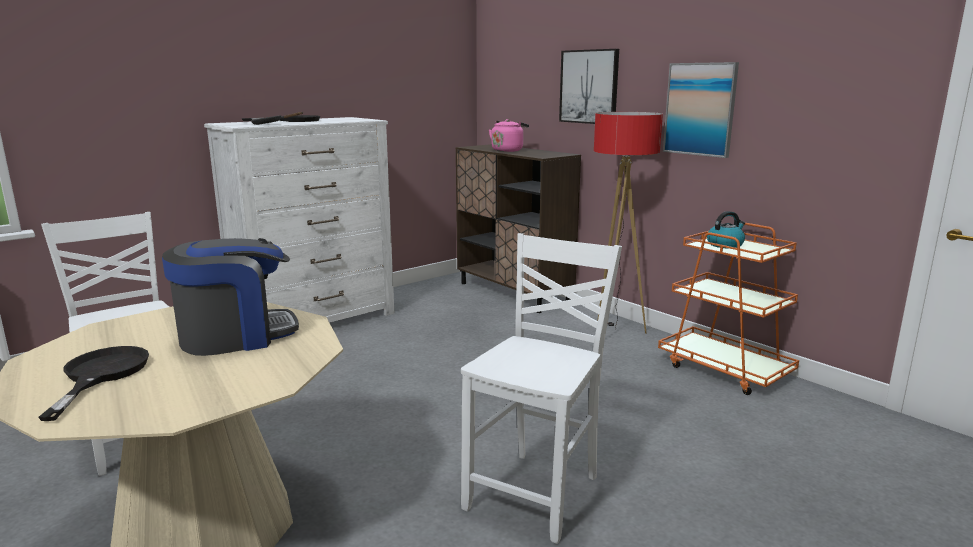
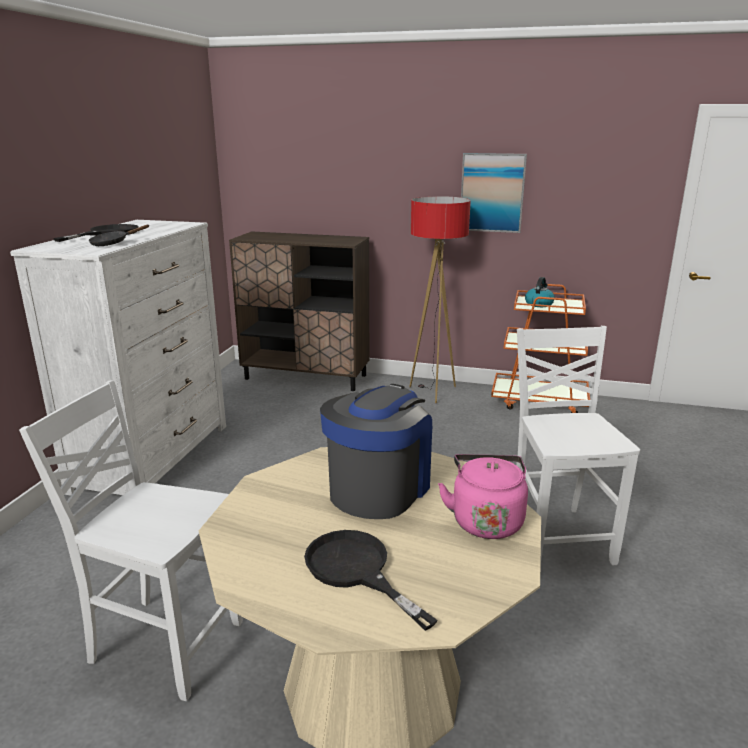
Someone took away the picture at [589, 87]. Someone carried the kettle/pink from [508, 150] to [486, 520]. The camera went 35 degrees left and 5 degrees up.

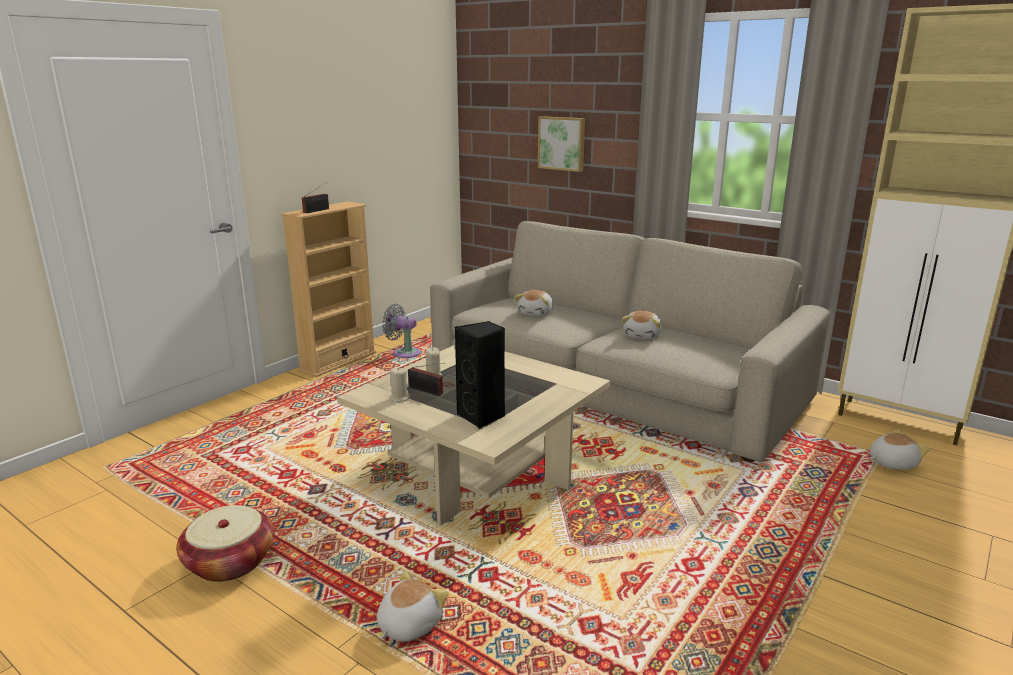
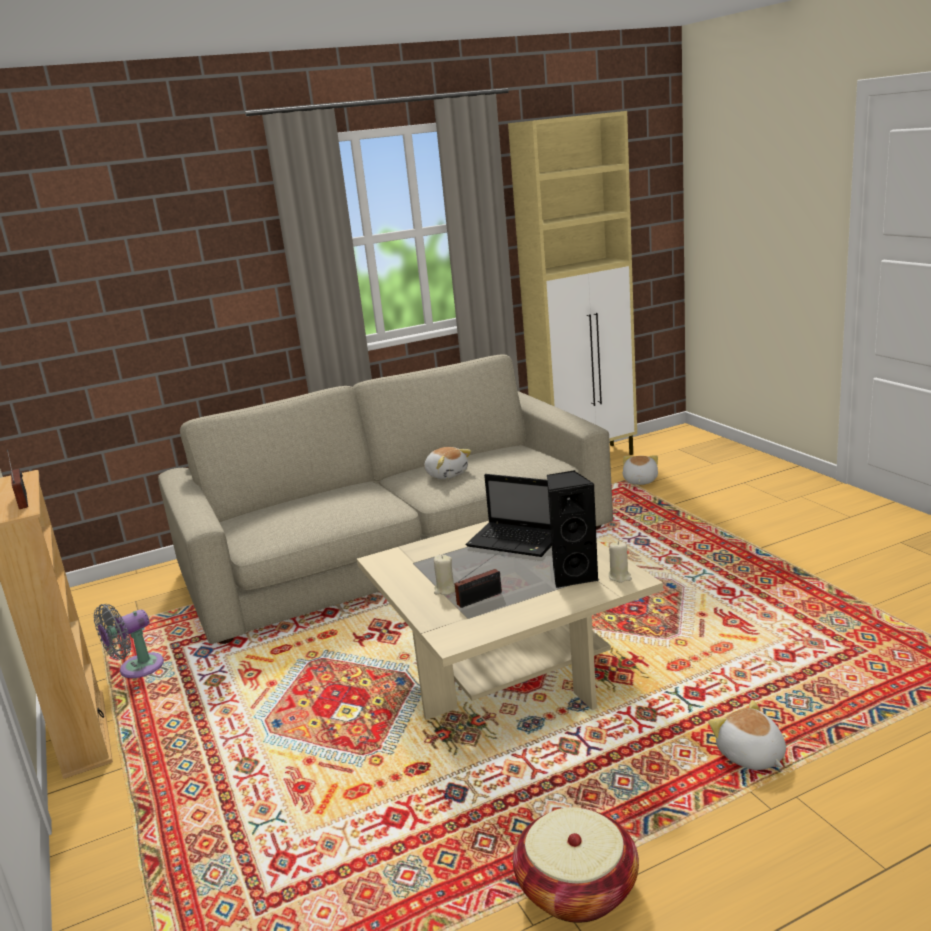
Someone took away the picture at [562, 143]. Someone took away the plush toy at [536, 313]. Someone carried the candle/beige from [399, 398] to [620, 577]. Someone put down the laptop at [516, 541]. The camera went 60 degrees left and 0 degrees up.

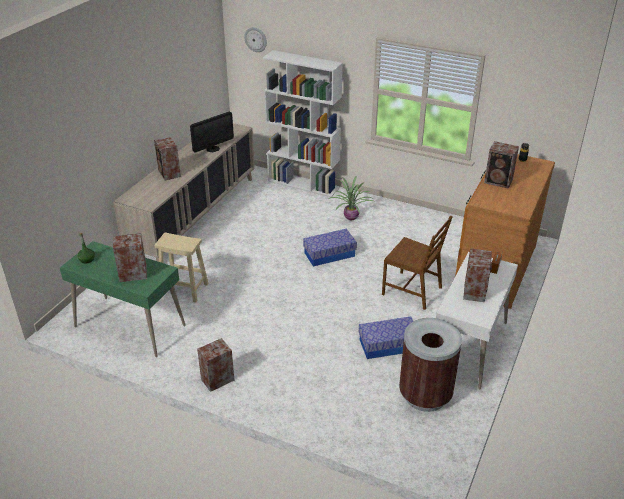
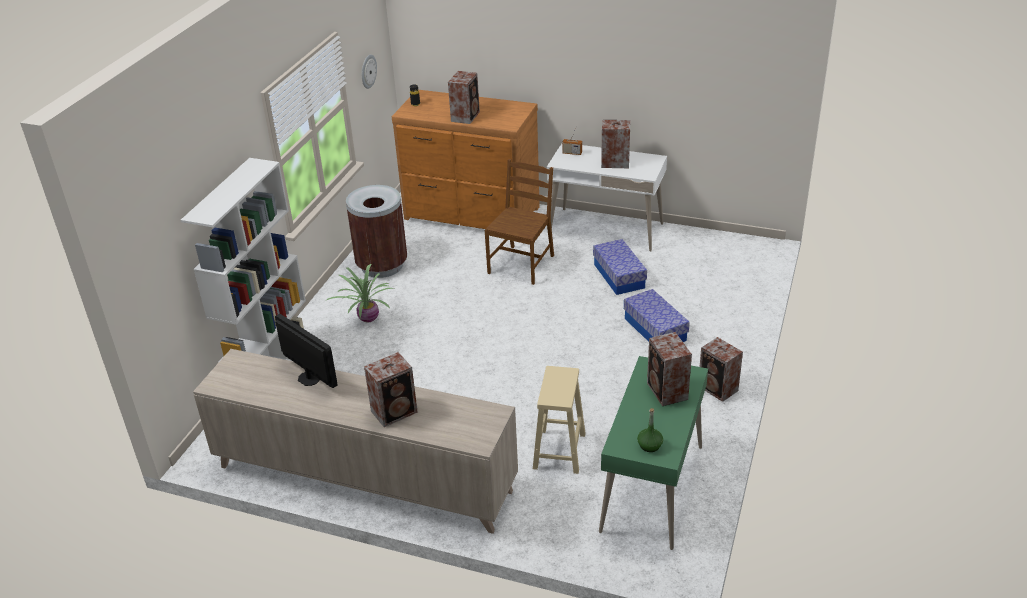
Someone carried the wall clock from [256, 39] to [368, 71]. Someone carried the storage box from [329, 254] to [655, 329]. Someone carried the trash can/brown from [425, 395] to [382, 265]. The camera went 95 degrees left and 0 degrees up.

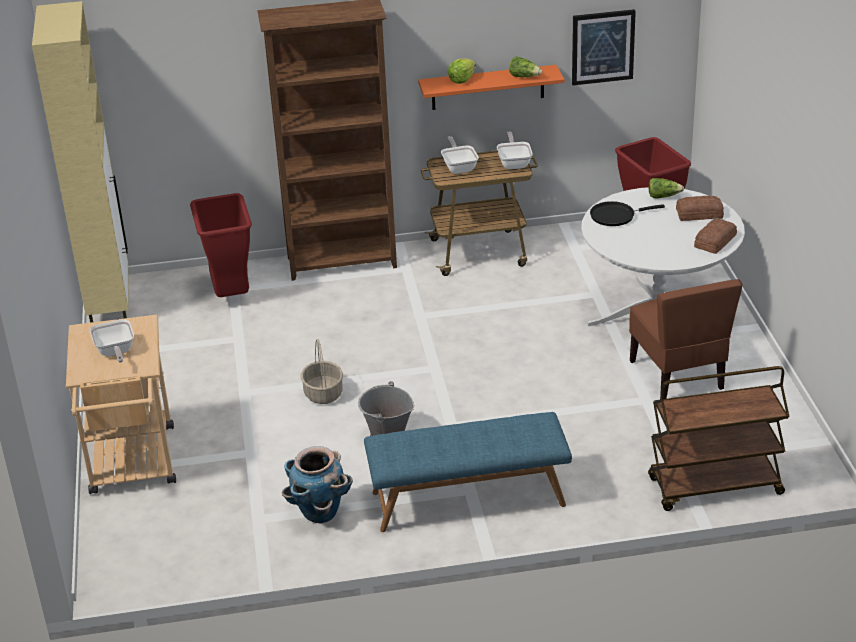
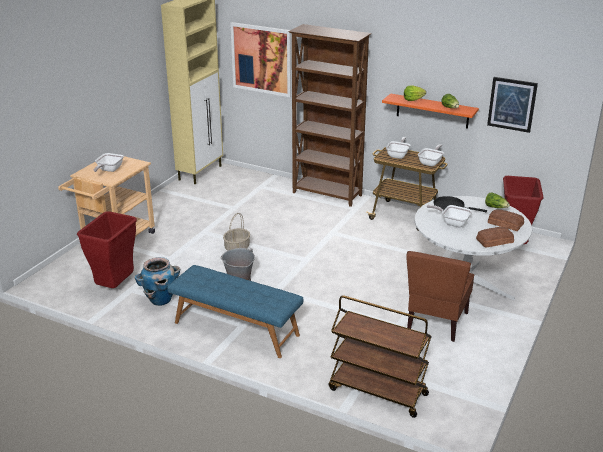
Someone carried the trash can/red from [230, 296] to [115, 286]. Someone put up the picture at [262, 59]. Someone put down the frying pan at [452, 222]. The camera went 35 degrees right and 5 degrees down.

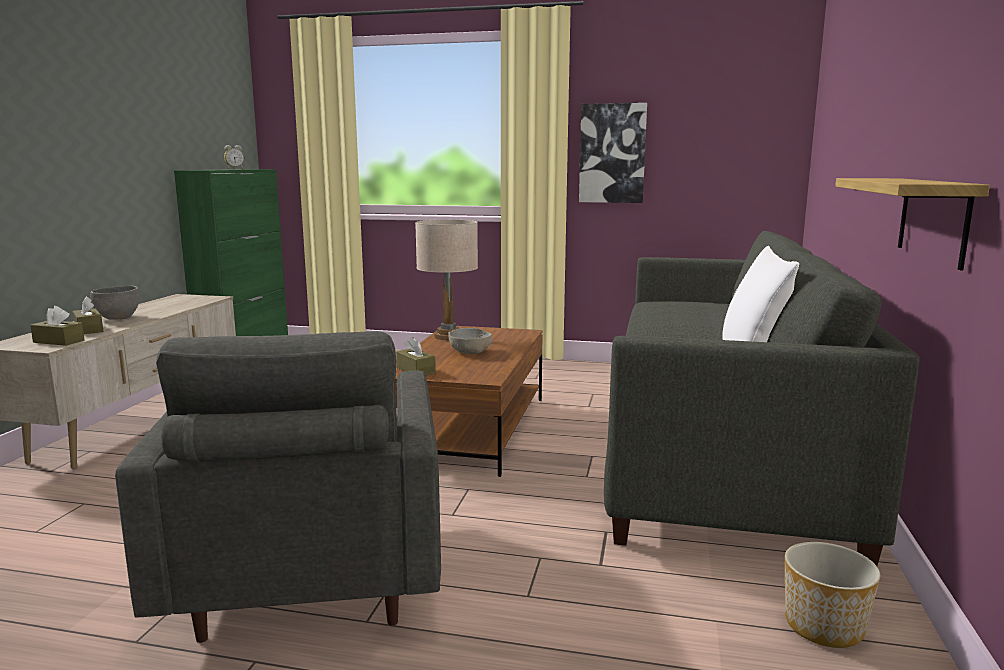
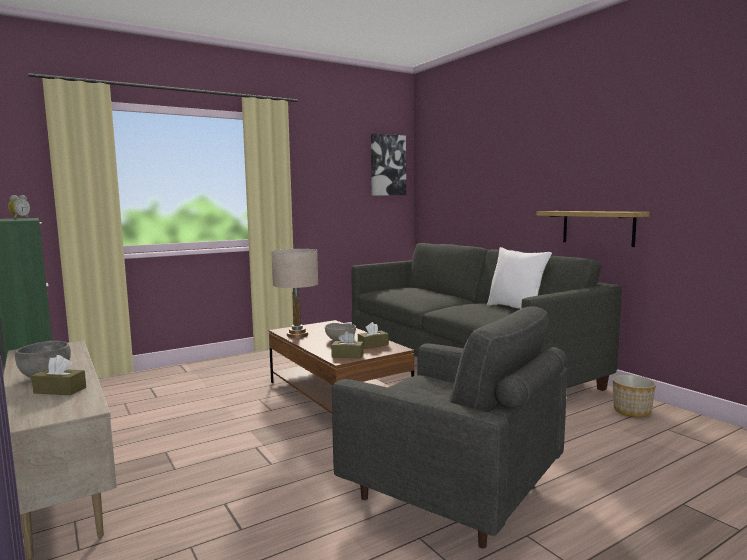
Someone carried the picture from [612, 153] to [387, 165]. Someone carried the tissue box/brown from [59, 341] to [373, 345]. The camera went 45 degrees left and 5 degrees down.

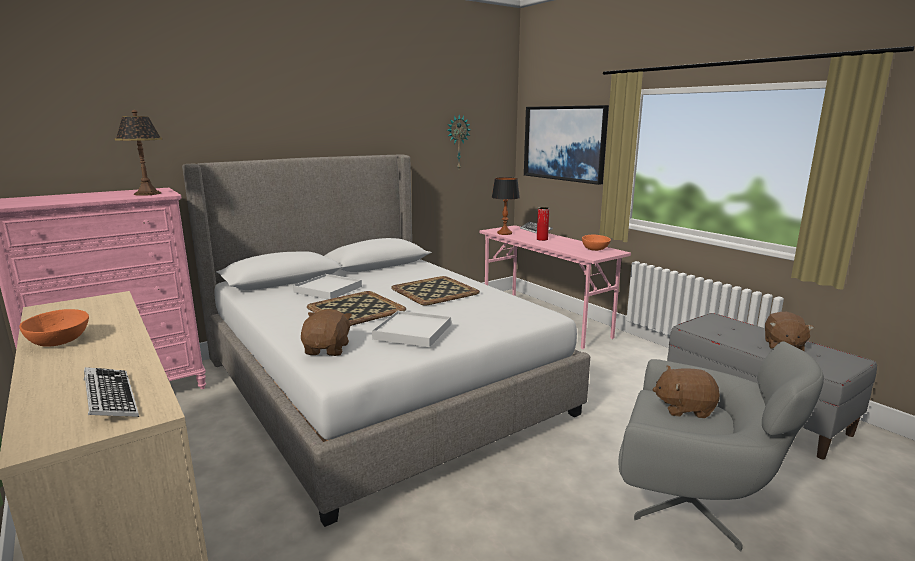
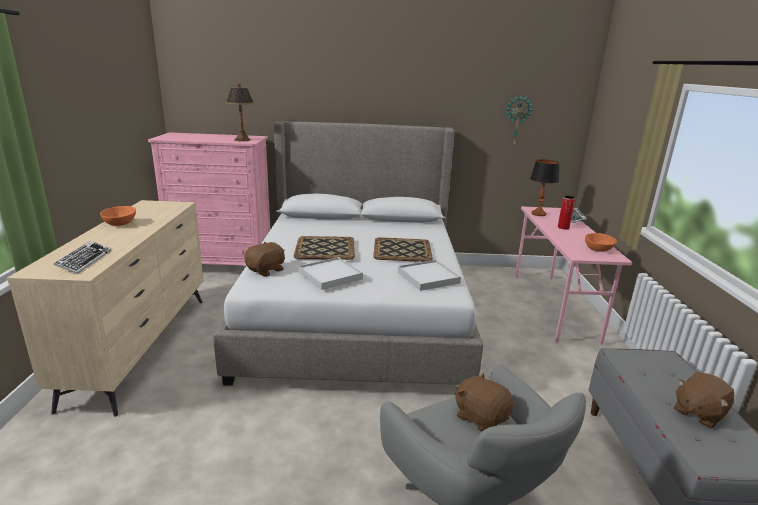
Someone took away the picture at [564, 143]. Someone carried the tray/white from [328, 289] to [428, 277]. The camera went 35 degrees right and 5 degrees up.

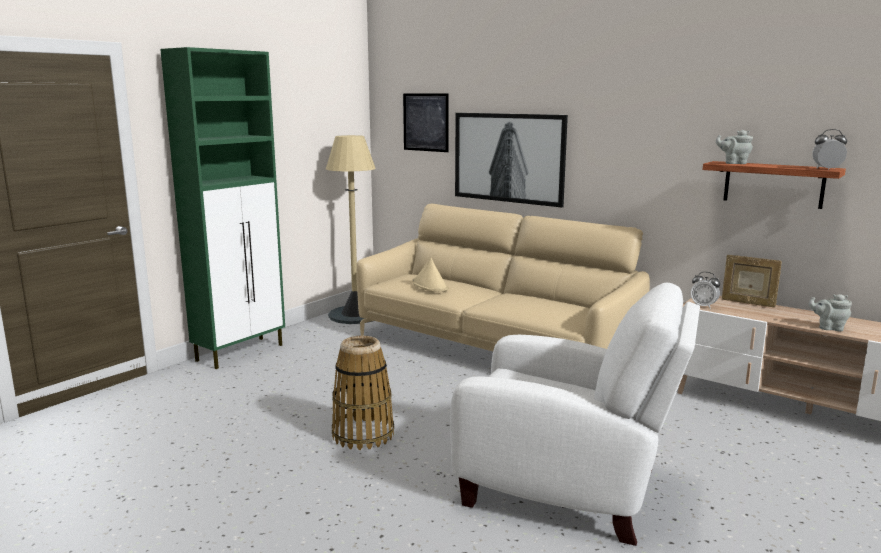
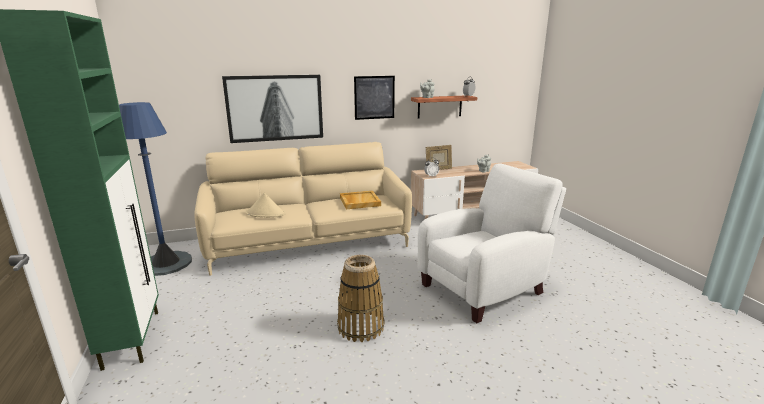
Someone carried the picture from [425, 122] to [374, 97]. Someone repainted the floor lamp/beige at [355, 315], which became the floor lamp/blue at [166, 263]. Someone put down the tray/beige at [359, 201]. The camera went 55 degrees left and 5 degrees up.

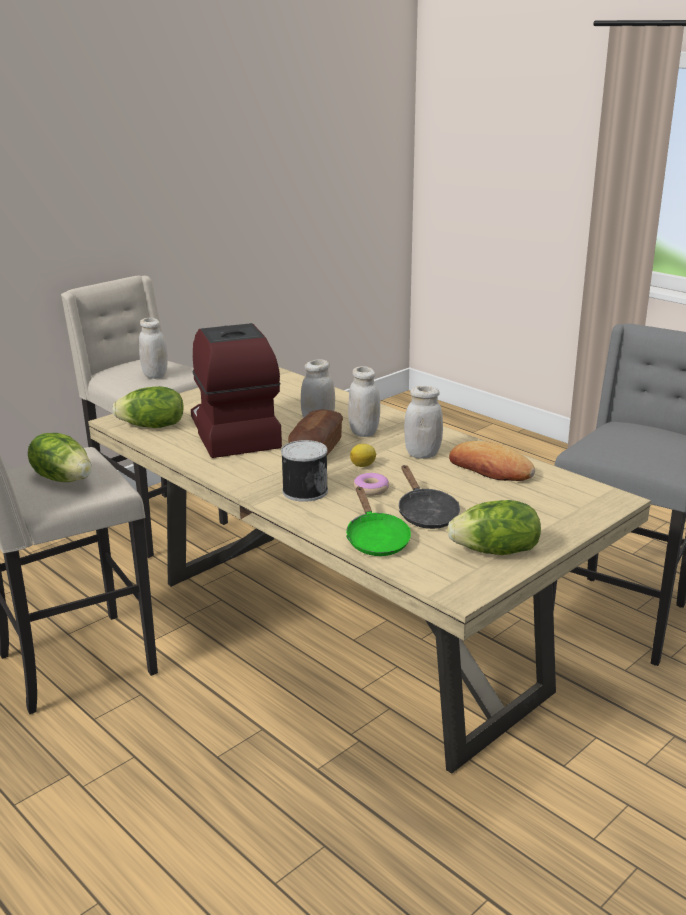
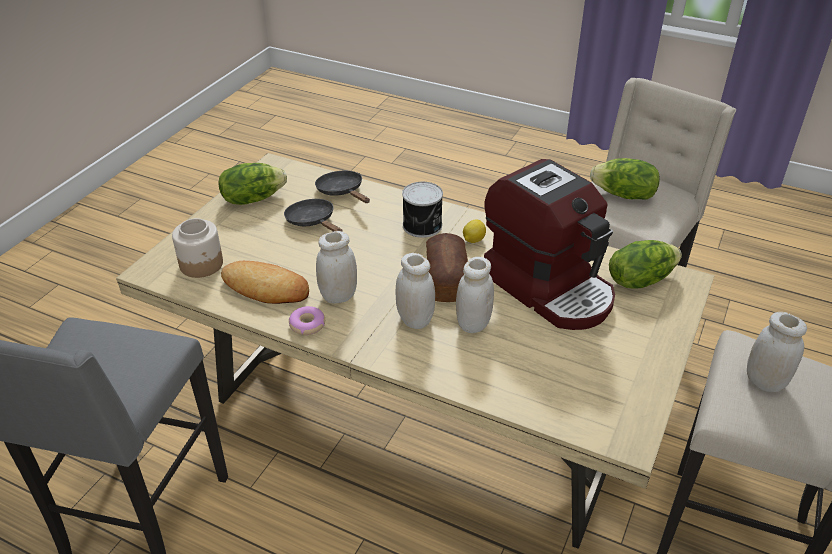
Someone carried the lemon from [363, 465] to [473, 240]. Someone carried the donut from [371, 489] to [307, 325]. Someone repainted the frying pan/green at [375, 539], which became the frying pan/black at [342, 192]. Someone put down the jar at [202, 264]. The camera went 160 degrees right and 15 degrees up.

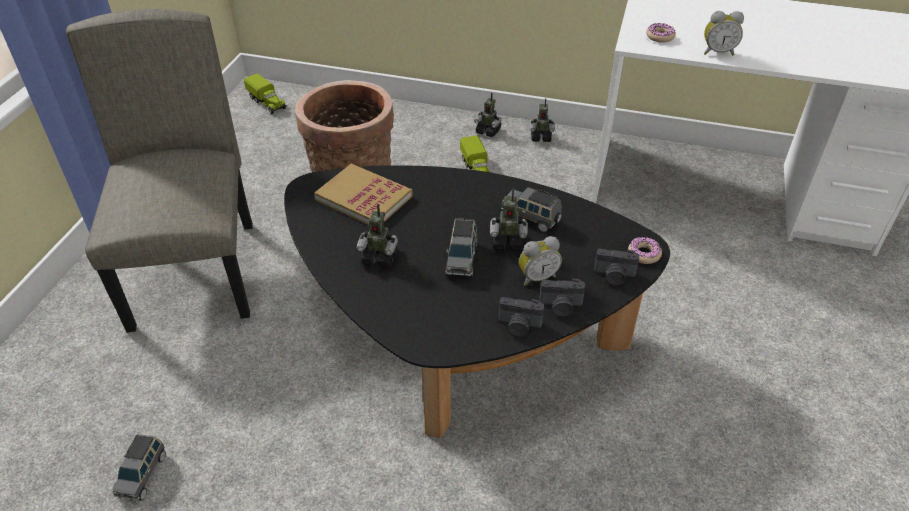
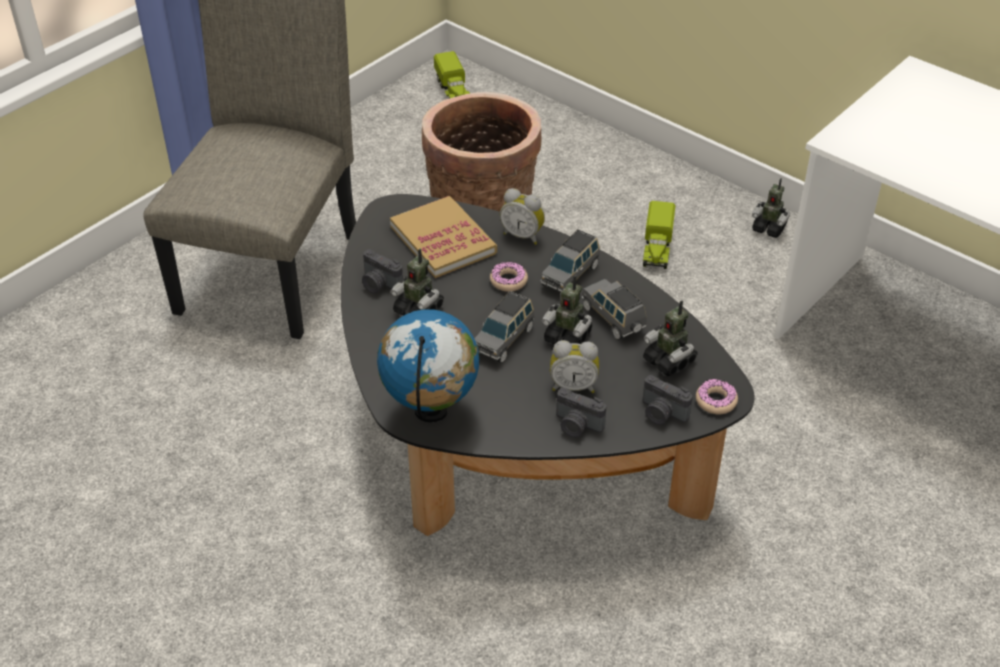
Someone carried the alarm clock from [717, 52] to [523, 235]. Someone carried the donut from [660, 37] to [508, 281]. Someone carried the toy robot from [488, 131] to [669, 361]. Someone carried the photo camera from [519, 326] to [379, 284]. Someone carried the toy car/grey from [143, 474] to [570, 275]. Someone put down the globe at [431, 412]. The camera went 25 degrees right and 0 degrees up.

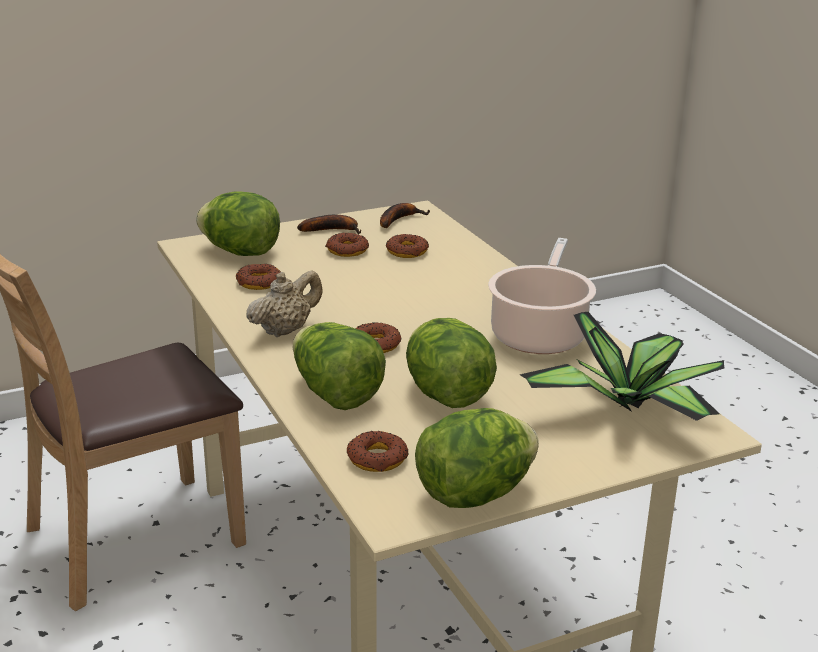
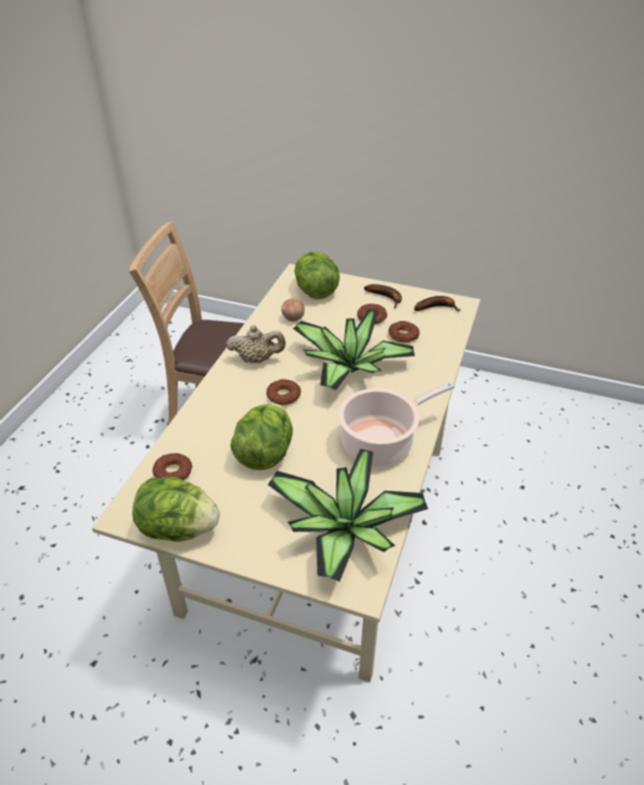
Someone swapped the donut at [259, 282] for the apple at [293, 318]. Someone took away the lettuce at [334, 394]. Someone put down the potted plant at [349, 369]. The camera went 45 degrees right and 15 degrees up.

